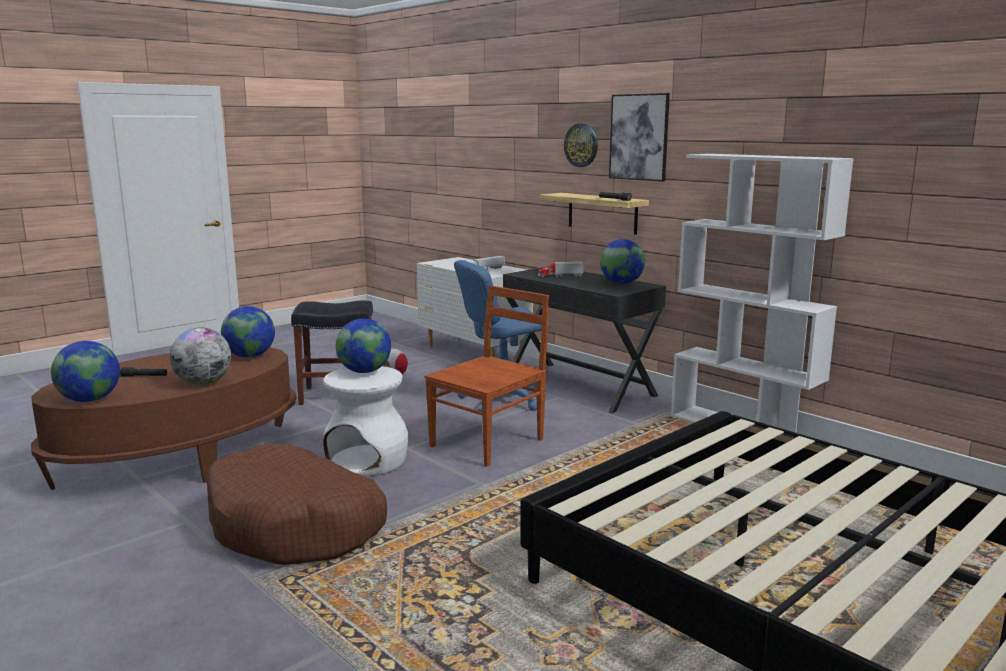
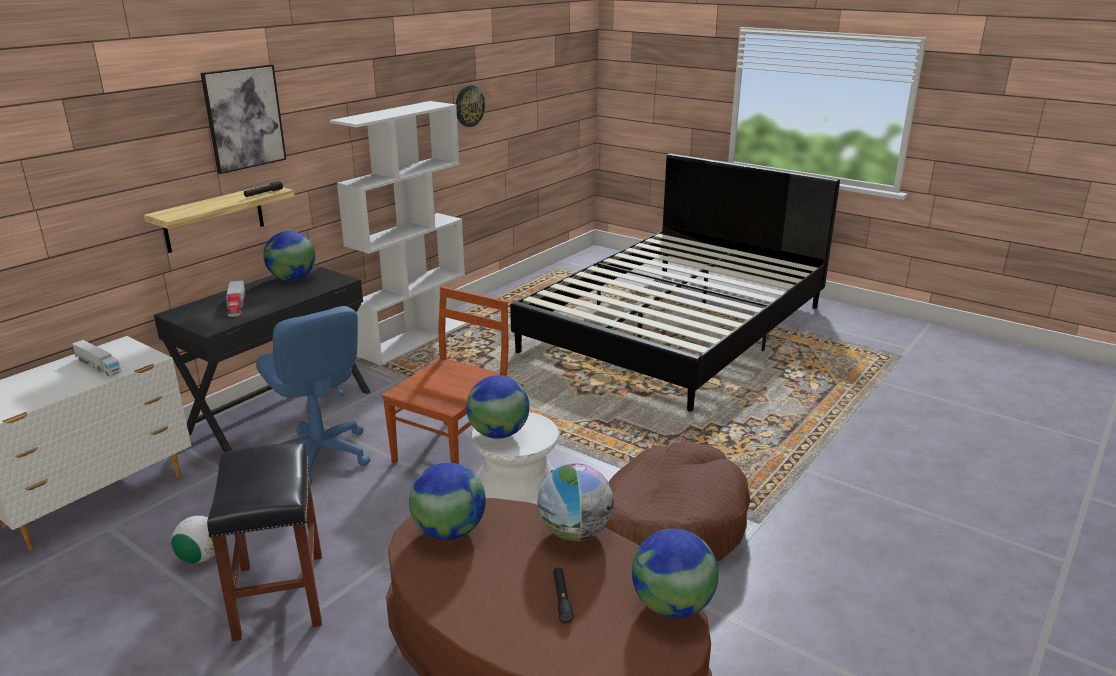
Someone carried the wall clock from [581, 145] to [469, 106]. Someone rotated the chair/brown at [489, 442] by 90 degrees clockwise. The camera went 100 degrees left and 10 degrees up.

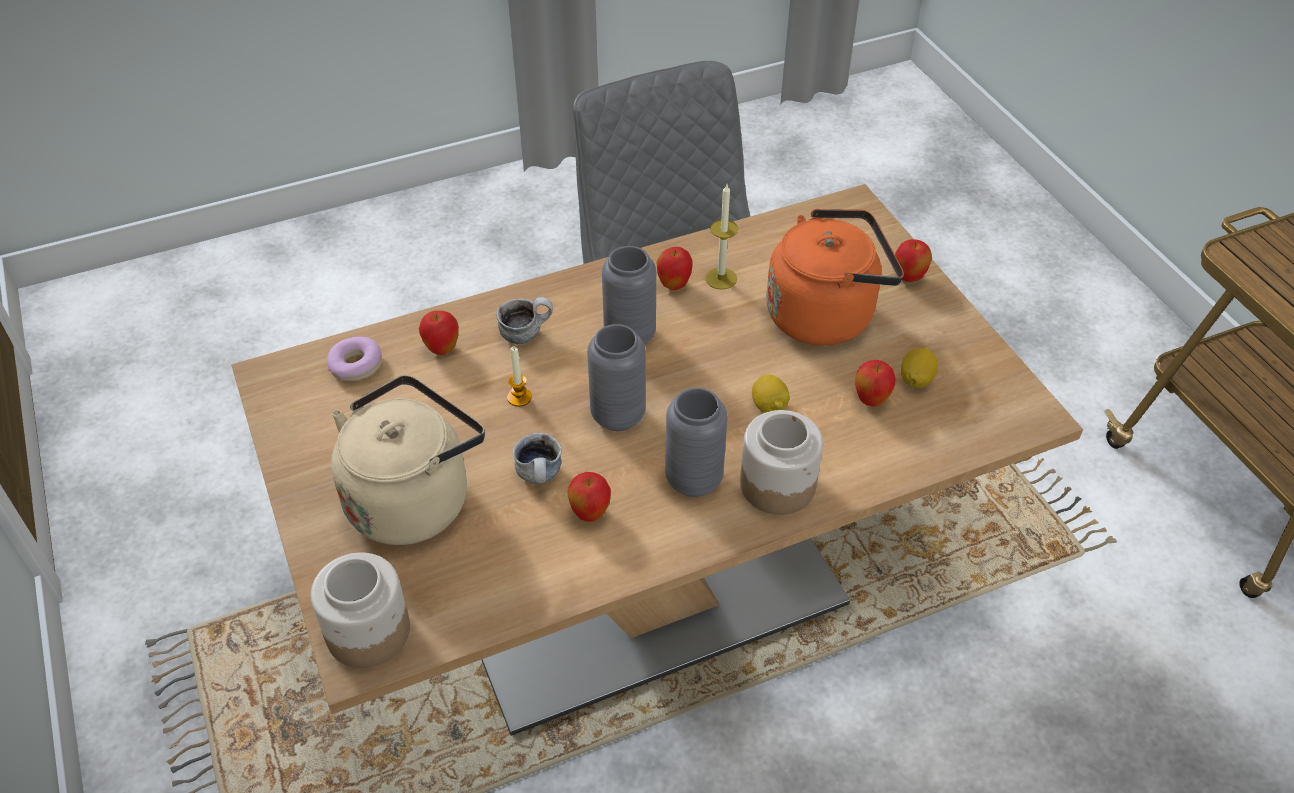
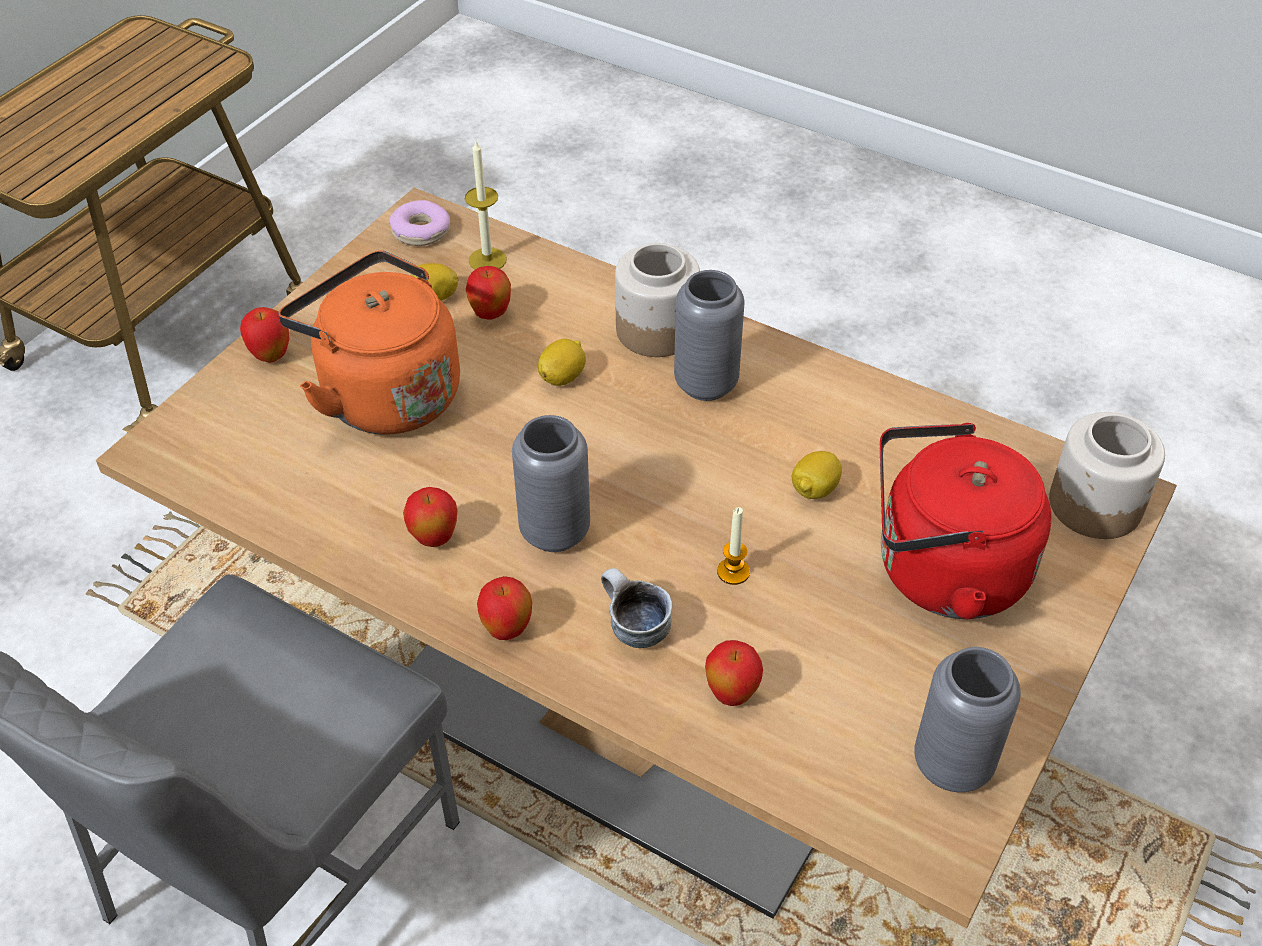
Someone carried the candle from [721, 278] to [487, 260]. Someone carried the vase/grey from [618, 416] to [952, 764]. Someone carried the donut from [356, 365] to [421, 231]. Someone repainted the kettle/beige at [413, 498], which became the kettle/red at [941, 572]. Someone swapped the mug at [541, 478] for the lemon at [814, 489]. Someone carried the apple from [590, 513] to [507, 630]. The camera went 125 degrees left and 0 degrees up.

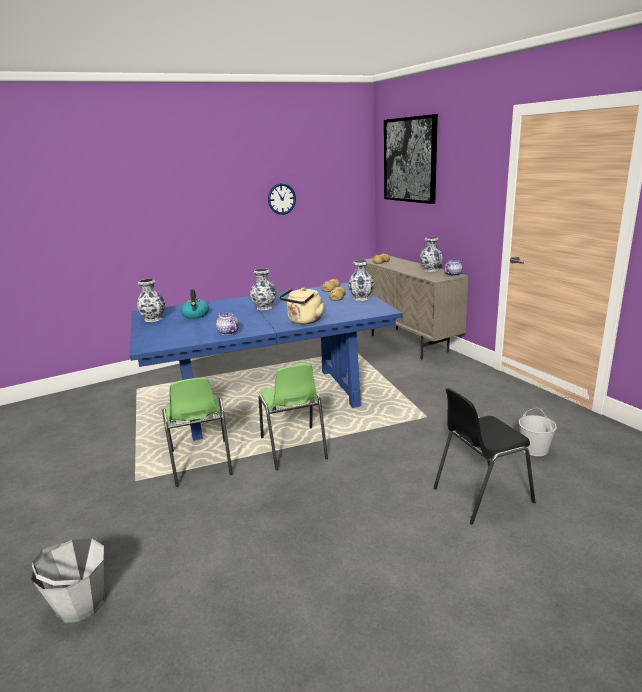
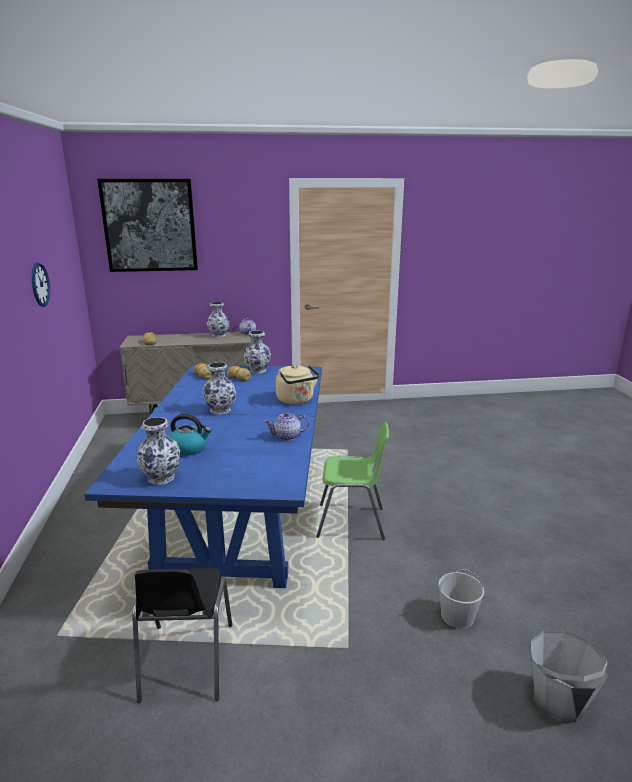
Someone took away the chair/green at [201, 463]. Someone carried the chair/black from [480, 495] to [186, 662]. Someone carried the bucket/white from [535, 449] to [458, 615]. The camera went 70 degrees left and 0 degrees up.

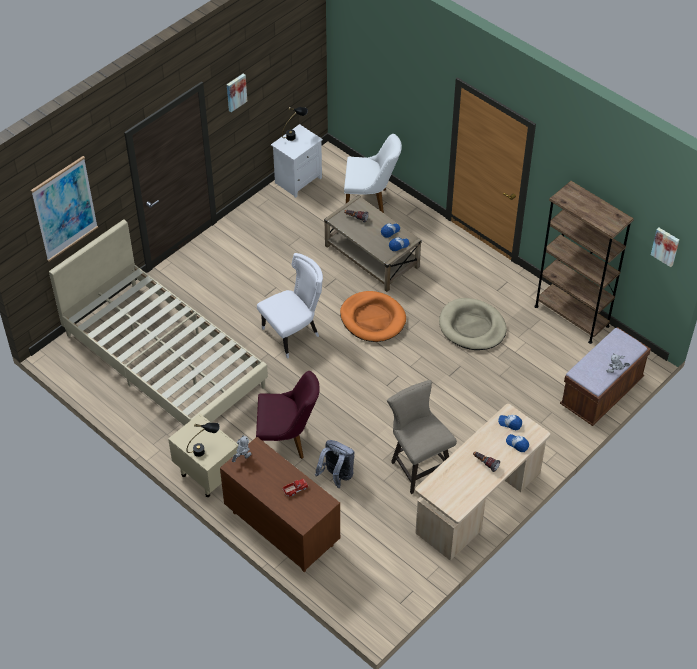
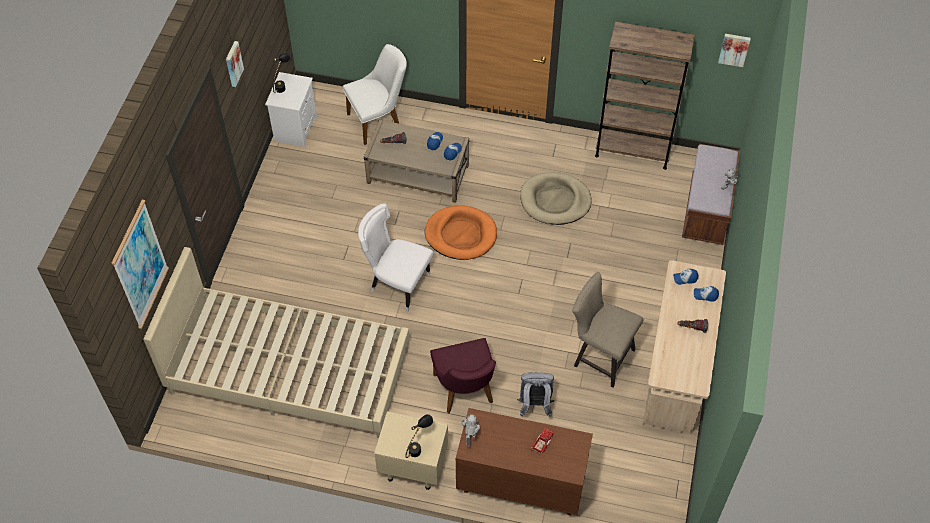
Someone rotated the chair/white at [293, 333] by 90 degrees counterclockwise. Someone rotated the chair/purple at [287, 440] by 105 degrees clockwise. The camera went 30 degrees left and 5 degrees up.

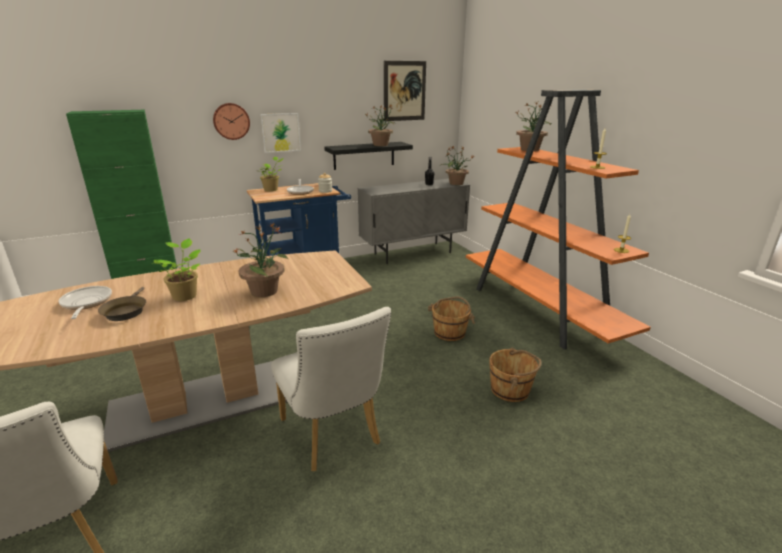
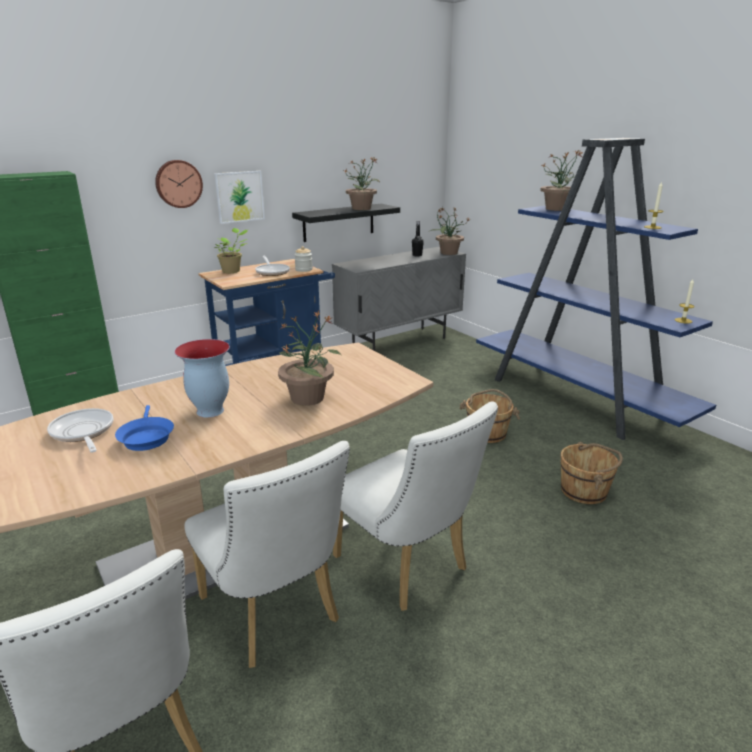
Someone took away the picture at [404, 91]. Someone repainted the bookcase/orange at [539, 311], which became the bookcase/blue at [577, 399]. Someone swapped the potted plant at [185, 295] for the vase at [210, 411]. Someone repainted the frying pan/brown at [126, 311], which became the frying pan/blue at [146, 437]. Someone put down the chair/white at [274, 615]. The camera went 10 degrees left and 0 degrees up.

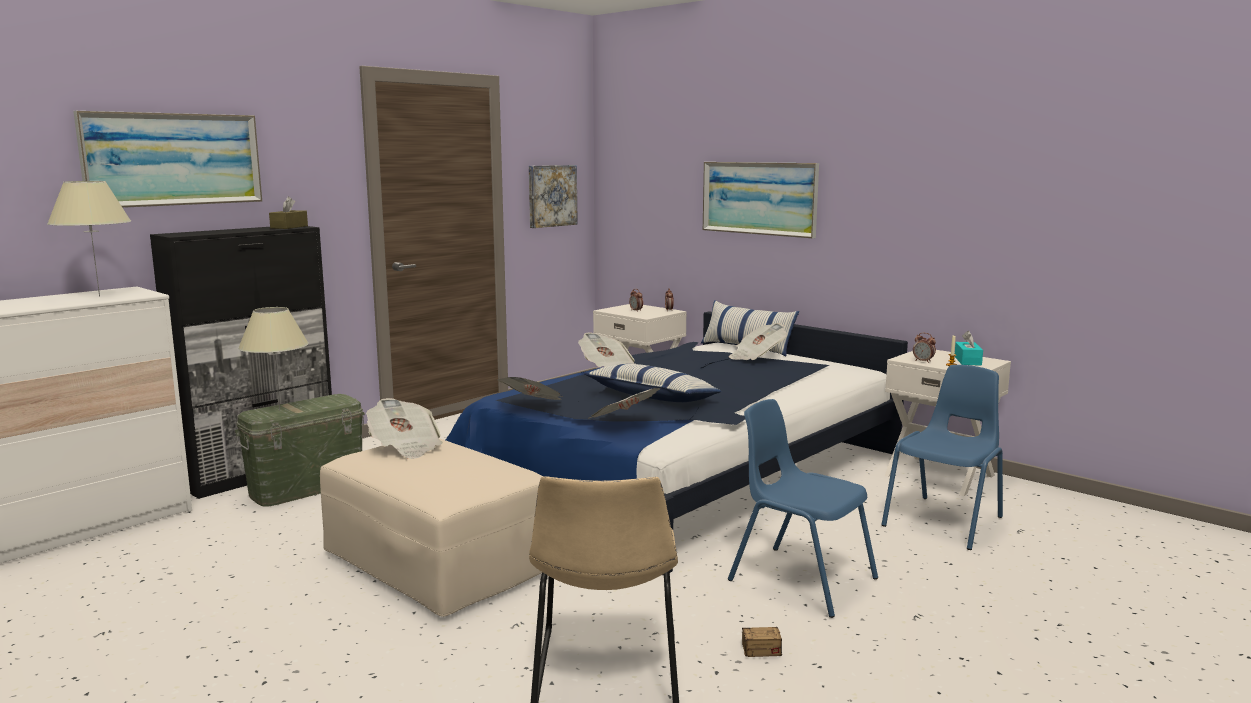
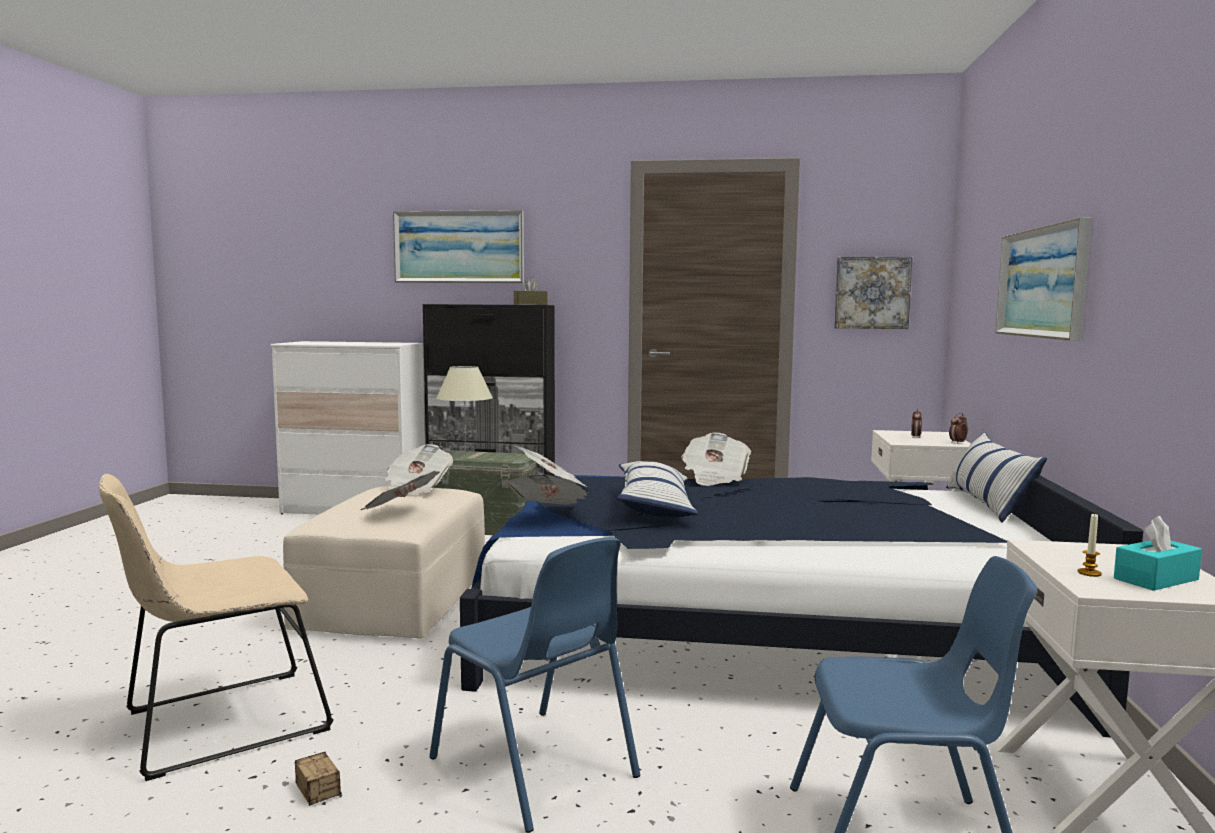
Someone took away the table lamp/beige at [99, 296]. Someone carried the newspaper from [756, 357] to [400, 511]. Someone took away the alarm clock at [923, 361]. Someone rotated the chair/blue at [800, 579] by 135 degrees clockwise. The camera went 55 degrees right and 5 degrees down.

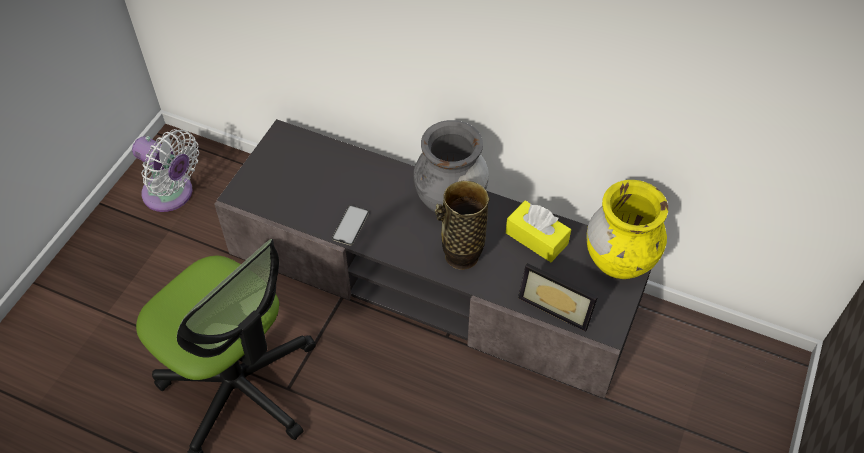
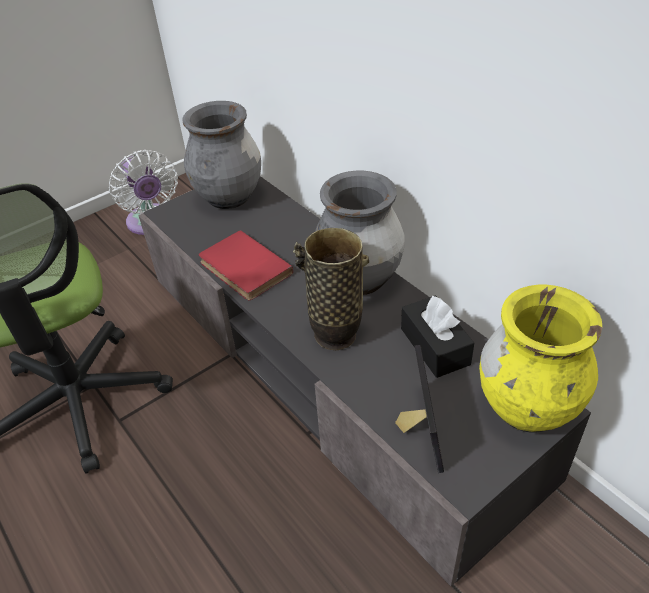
Someone repainted the tissue box/yellow at [536, 238], which became the tissue box/black at [435, 346]. Someone swapped the phone at [350, 225] for the book/red at [242, 269]. Someone rotated the picture frame at [557, 304] by 150 degrees counterclockwise. Someone put down the vase/grey at [229, 198]. The camera went 30 degrees right and 10 degrees down.

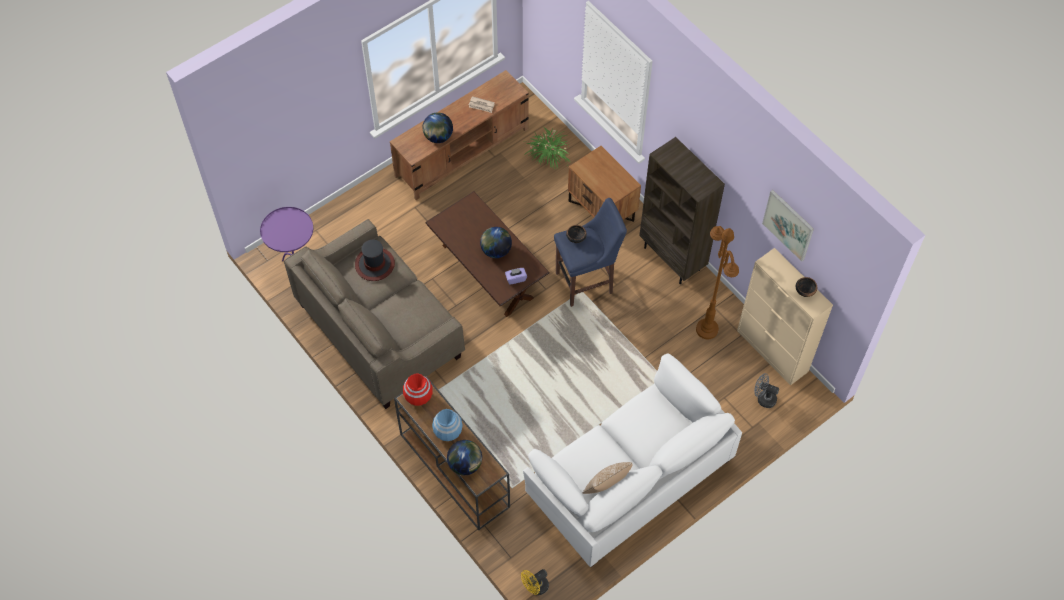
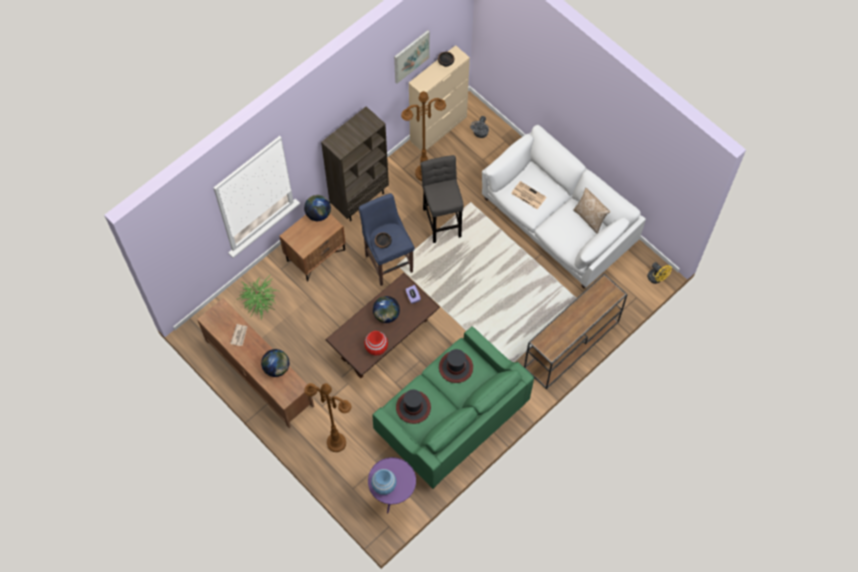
Someone repainted the sofa/beige at [379, 330], which became the sofa/green at [451, 418]. Someone carried the vase/red from [418, 397] to [376, 348]. Someone carried the vase/blue from [448, 432] to [384, 485]. Someone carried the globe from [465, 464] to [318, 214]. Someone put down the stool/grey at [442, 220]. Someone put down the newspaper at [528, 195]. Someone put down the hat at [455, 367]. Someone put down the floor lamp/brown at [336, 442]. The camera went 95 degrees left and 5 degrees up.

